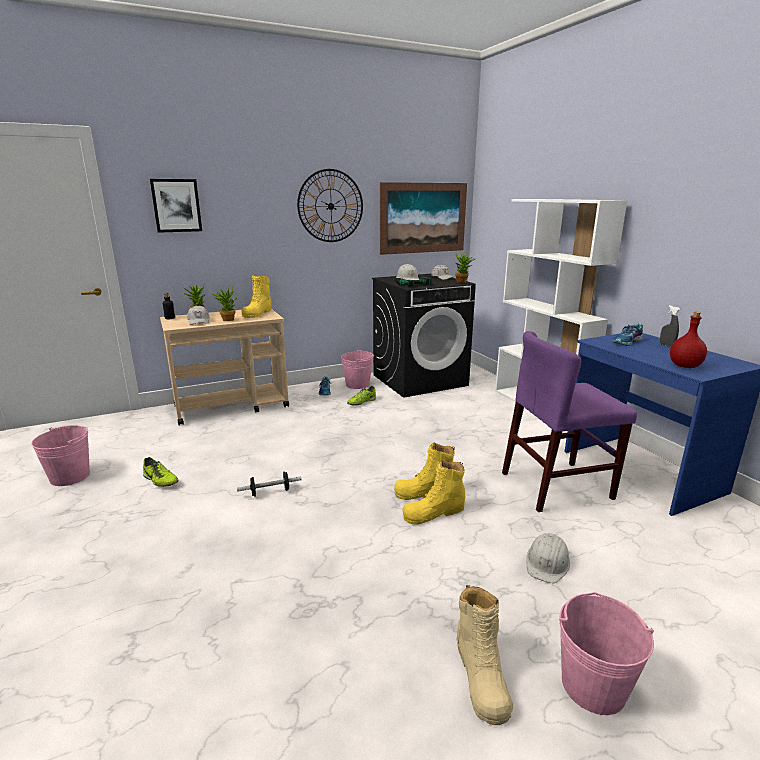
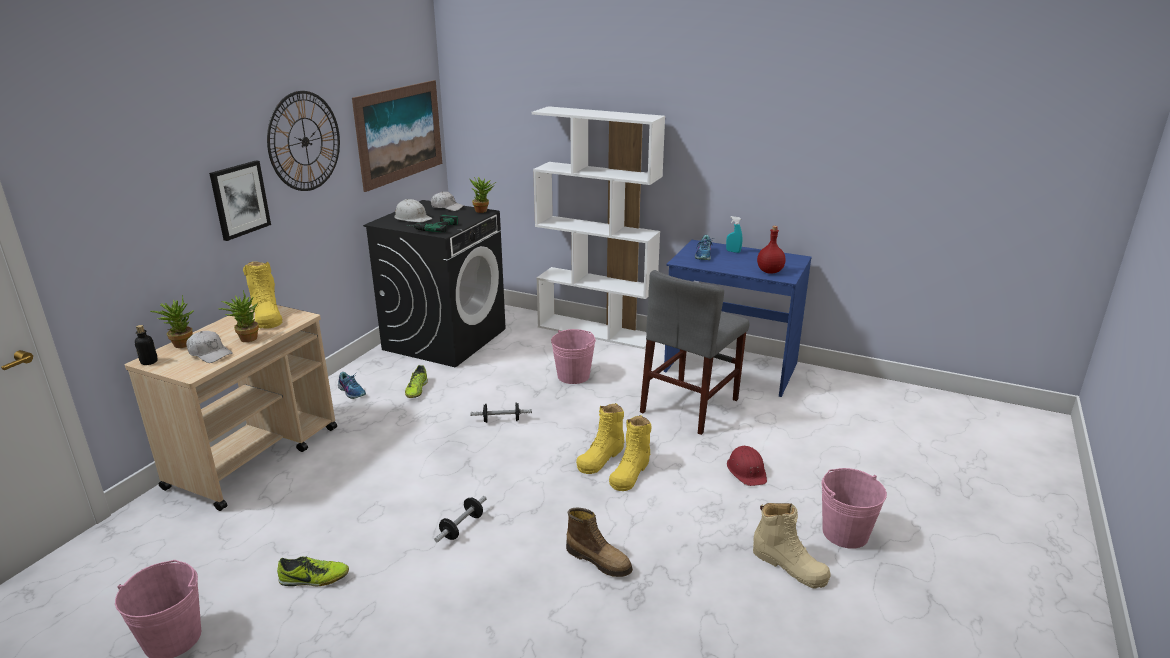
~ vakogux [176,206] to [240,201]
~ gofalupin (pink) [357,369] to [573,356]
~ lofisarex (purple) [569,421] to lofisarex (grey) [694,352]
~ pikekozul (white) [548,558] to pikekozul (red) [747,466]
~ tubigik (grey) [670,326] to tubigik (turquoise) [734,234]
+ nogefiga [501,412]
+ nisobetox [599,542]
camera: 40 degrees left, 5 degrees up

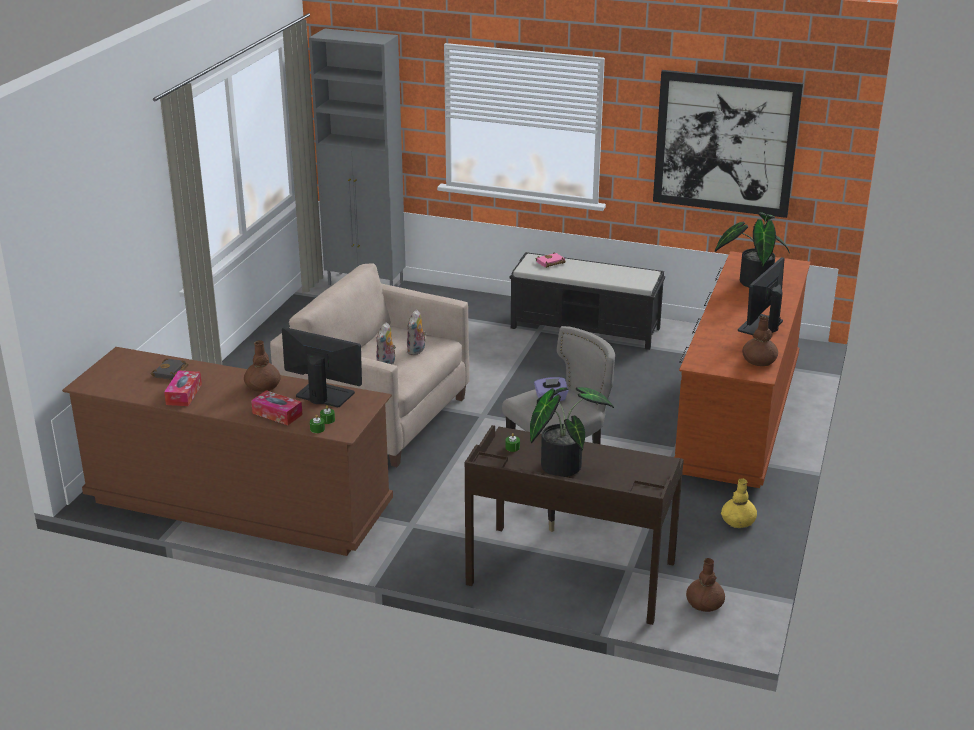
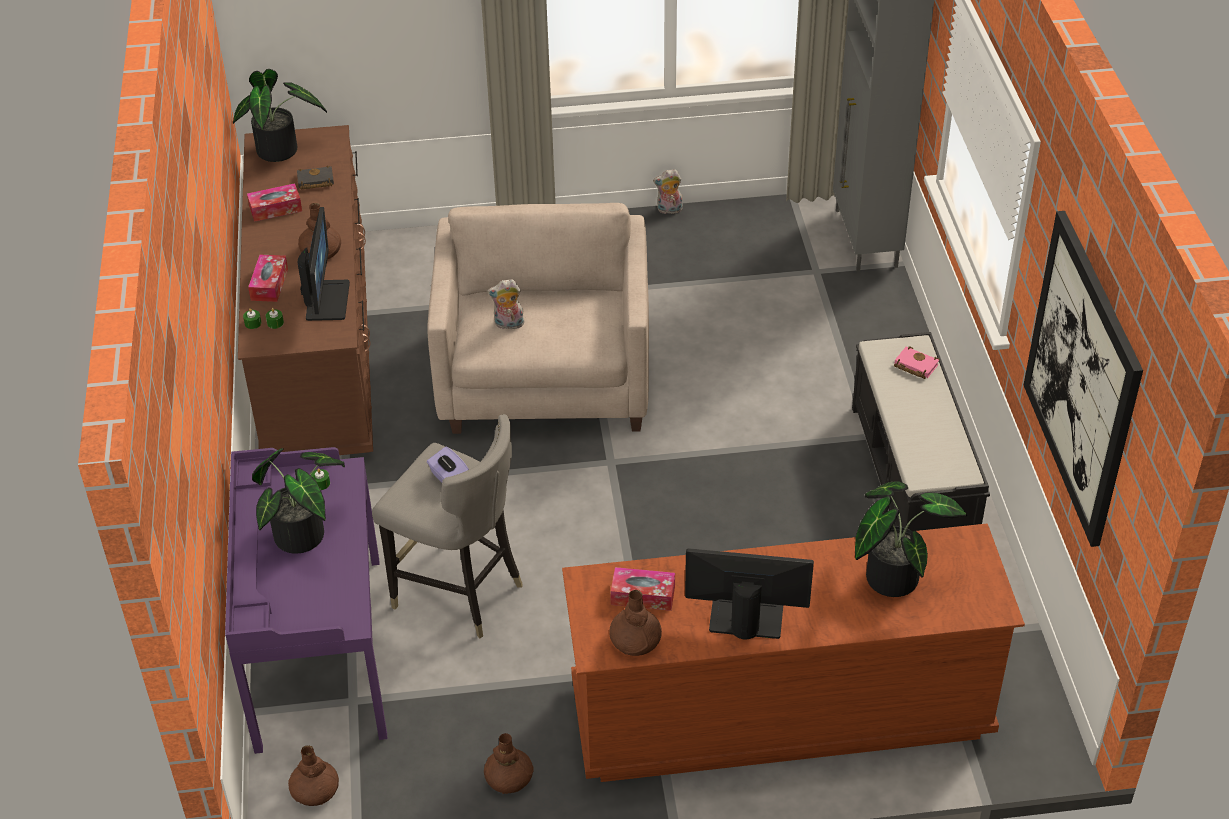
~ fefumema [416,332] to [668,191]
~ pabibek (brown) [574,525] to pabibek (purple) [306,600]
~ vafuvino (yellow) [739,503] to vafuvino (brown) [509,763]
+ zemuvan [280,115]
+ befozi [643,589]
camera: 65 degrees right, 15 degrees up

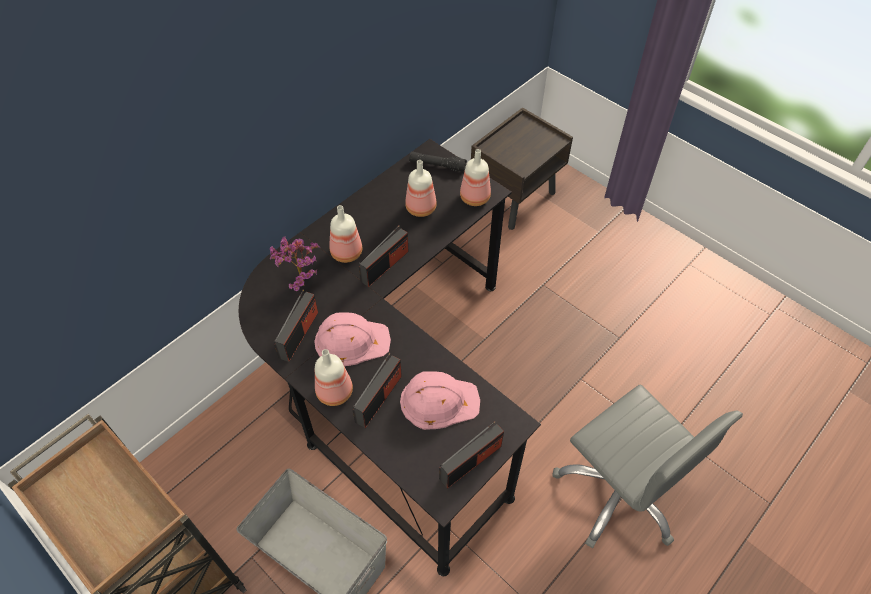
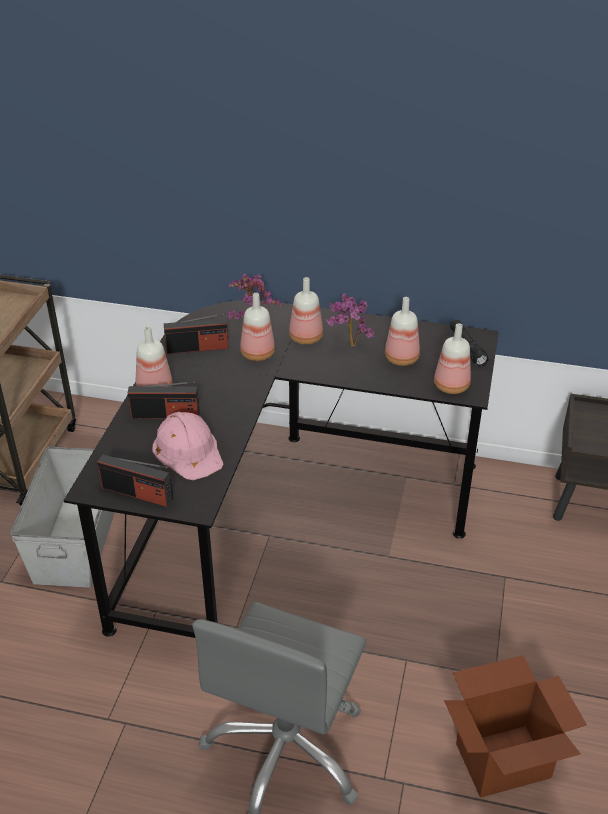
- pikekozul (pink) [352,339]
- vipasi [384,256]
+ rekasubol [257,327]
+ zemuvan [350,320]
+ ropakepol [515,726]
camera: 60 degrees right, 15 degrees down

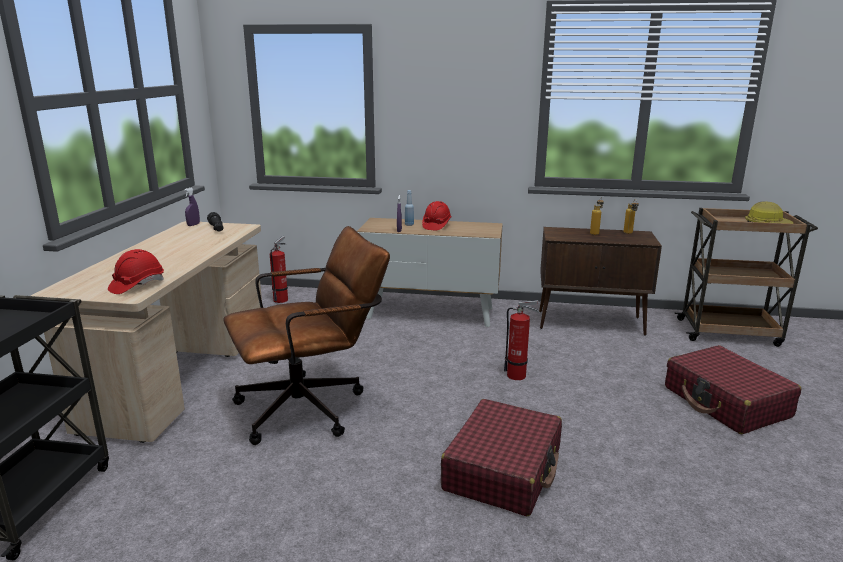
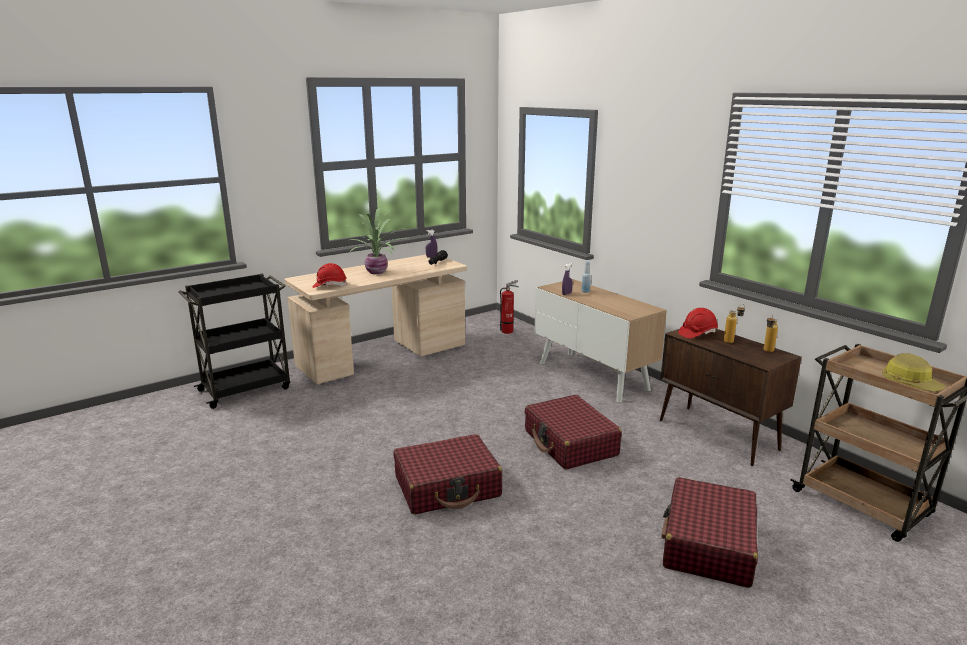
- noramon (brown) [306,335]
~ pikekozul (red) [437,215] to [698,323]
~ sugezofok [522,340] to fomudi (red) [573,432]
+ zemuvan [376,241]
camera: 45 degrees right, 0 degrees up

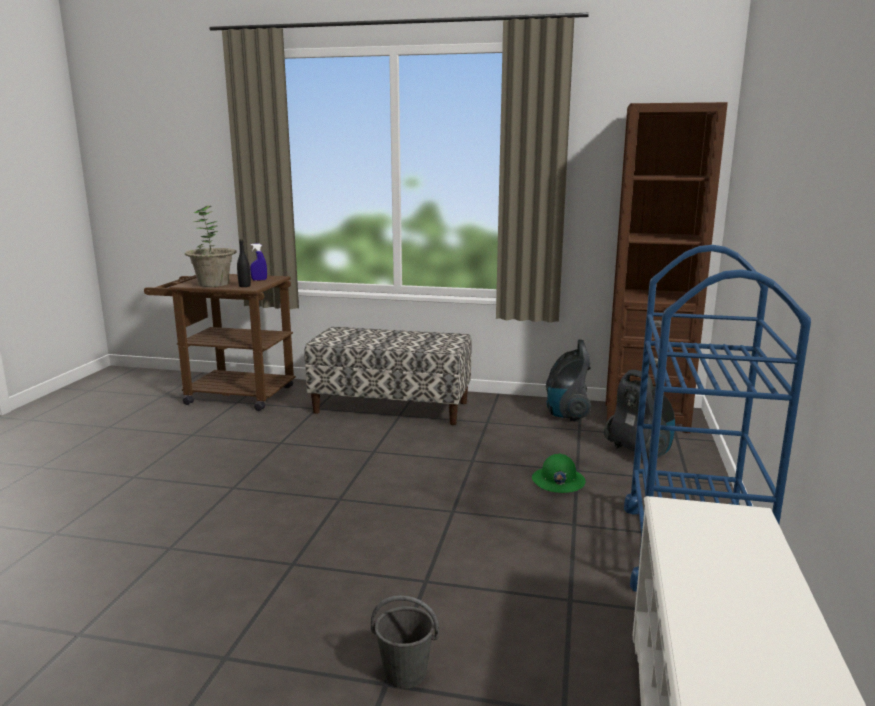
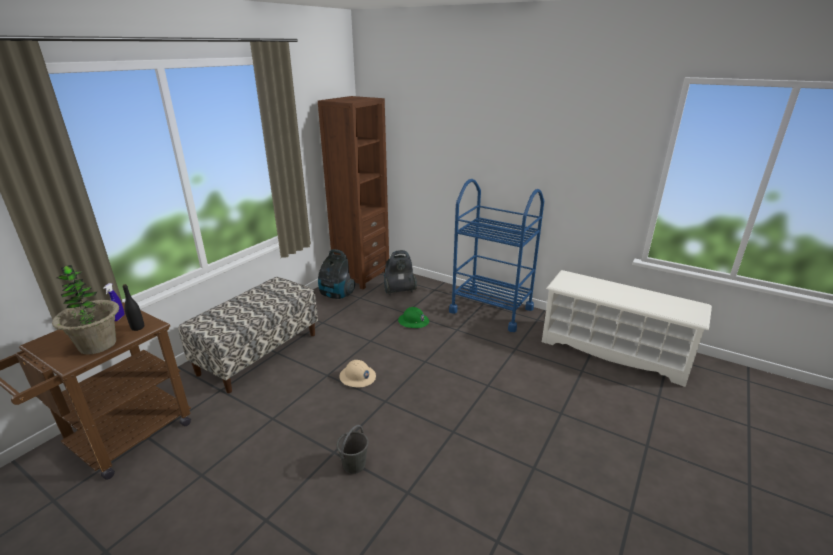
~ gofalupin (grey) [405,642] to [352,449]
+ pikekozul (beige) [358,373]
camera: 70 degrees left, 10 degrees up

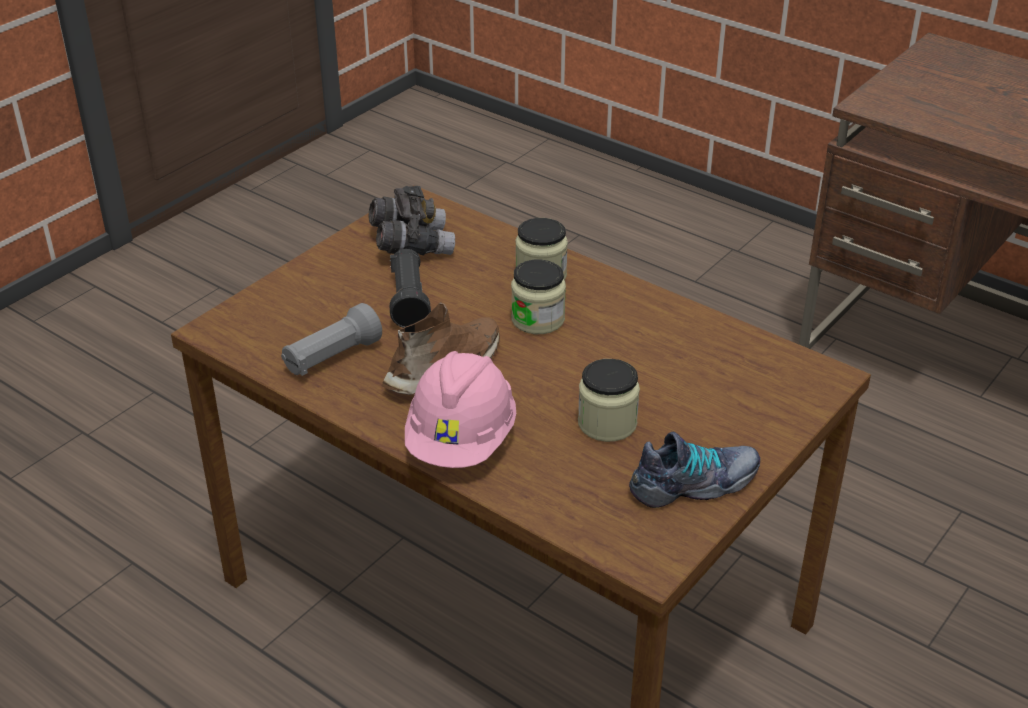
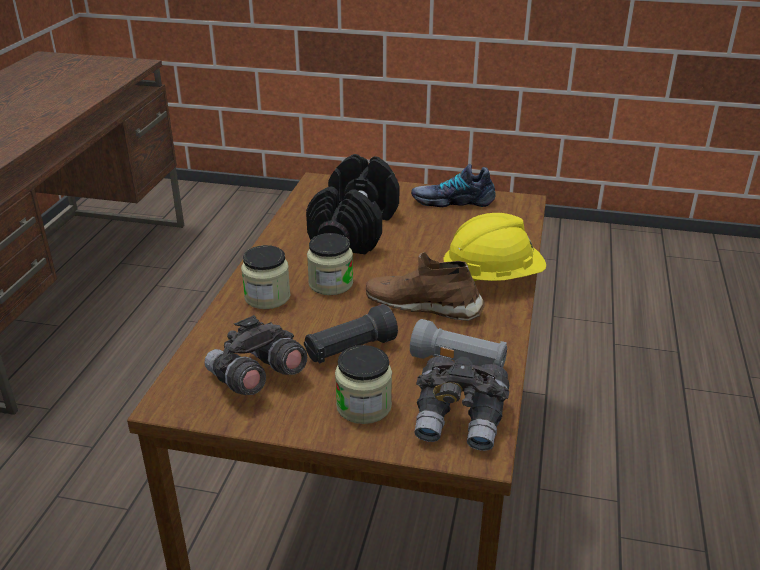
~ pikekozul (pink) [460,409] to pikekozul (yellow) [494,247]
~ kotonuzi [609,400] to [363,384]
~ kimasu [694,470] = [453,185] 45 degrees counterclockwise
+ nogefiga (black) [353,204]
+ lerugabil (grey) [462,403]
camera: 115 degrees left, 5 degrees down

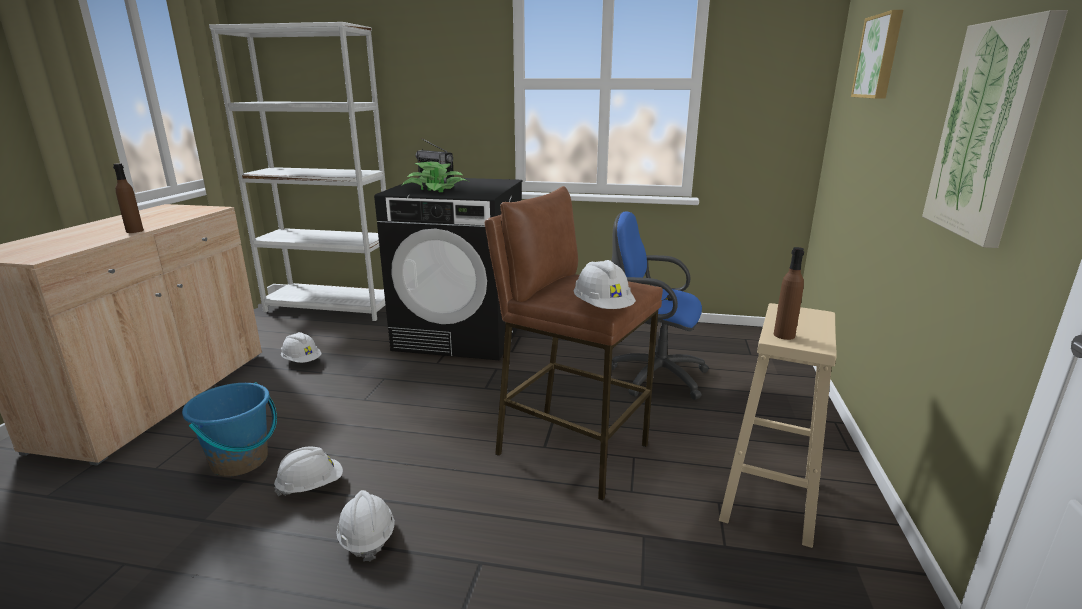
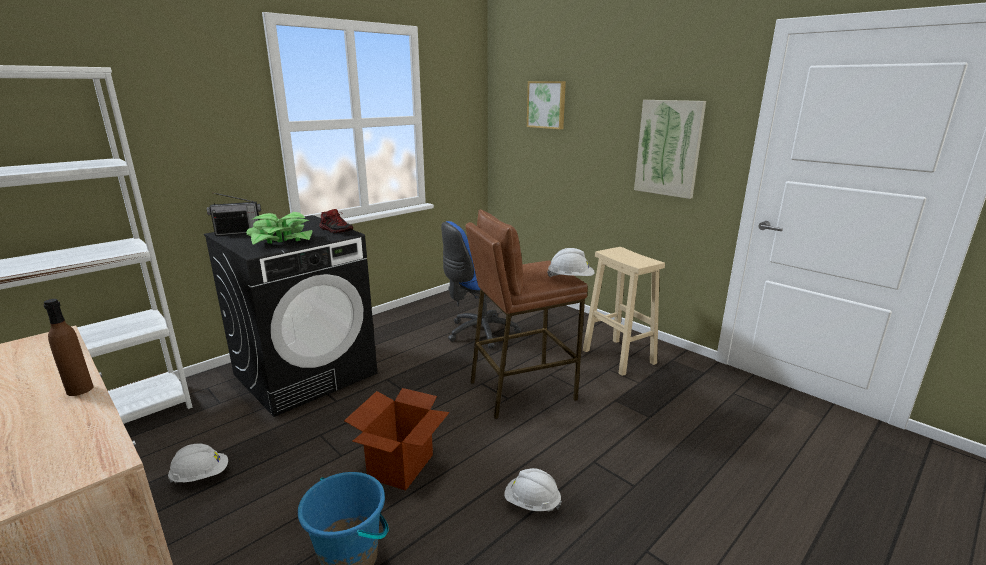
- pikekozul (white) [308,471]
- rekasubol (brown) [789,293]
+ kimasu [336,221]
+ ropakepol [396,439]
camera: 55 degrees left, 0 degrees up

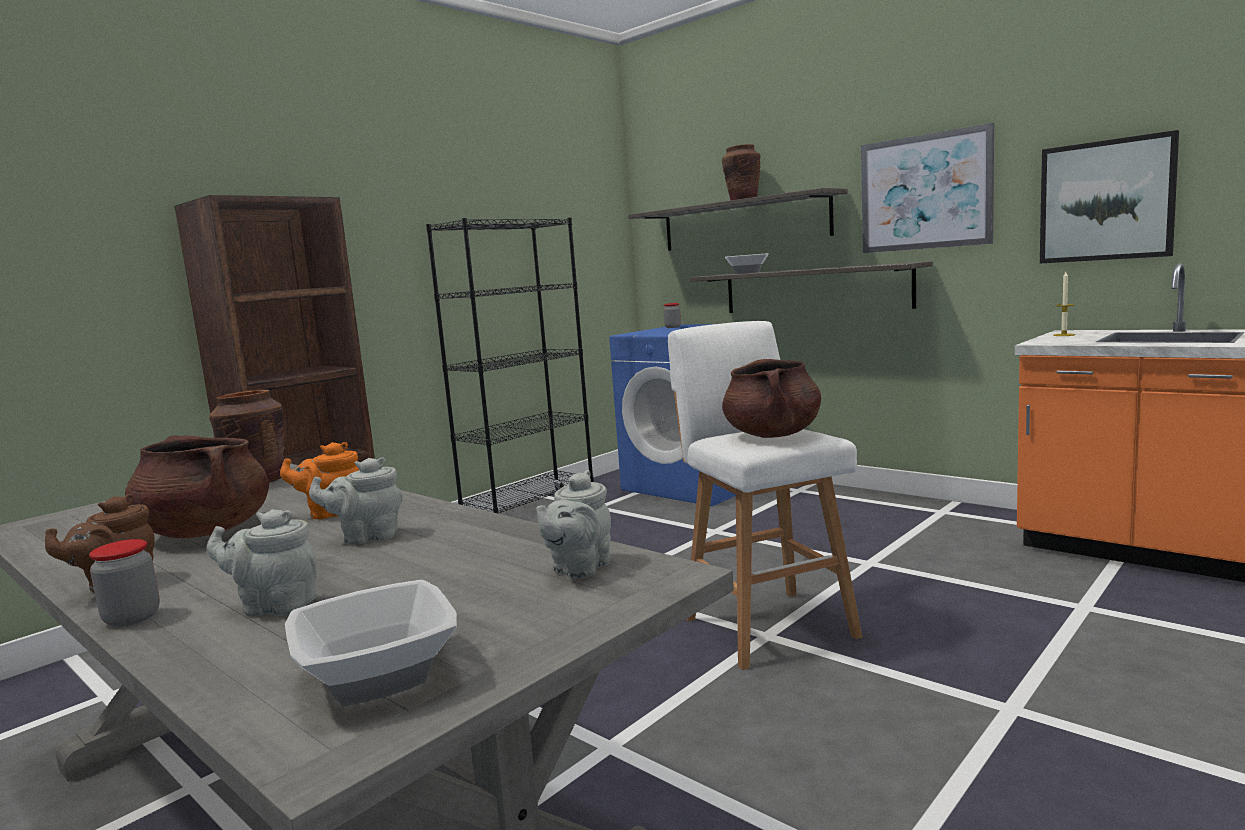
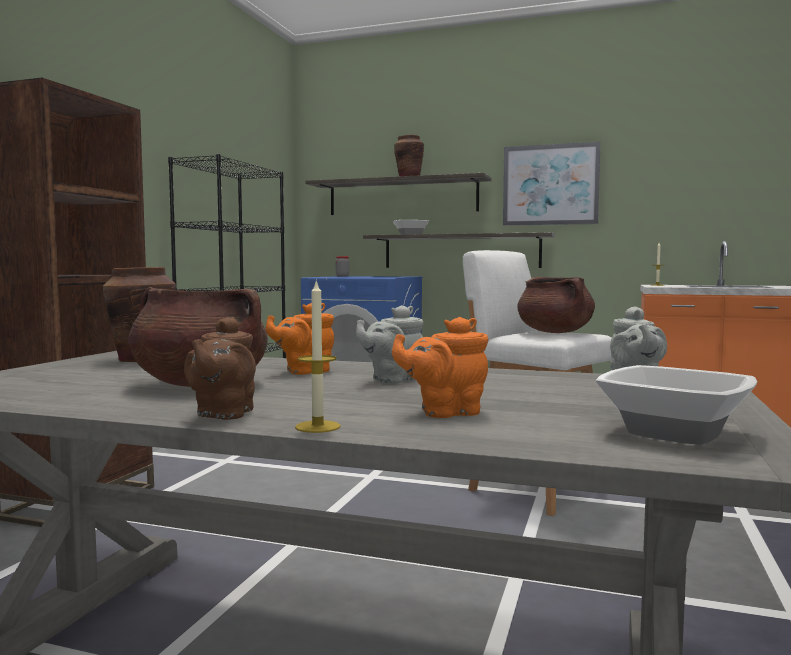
~ kotonuzi [124,583] to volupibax [318,356]
~ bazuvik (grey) [262,563] to bazuvik (orange) [440,367]
- vakogux [1109,196]
camera: 25 degrees left, 5 degrees down

